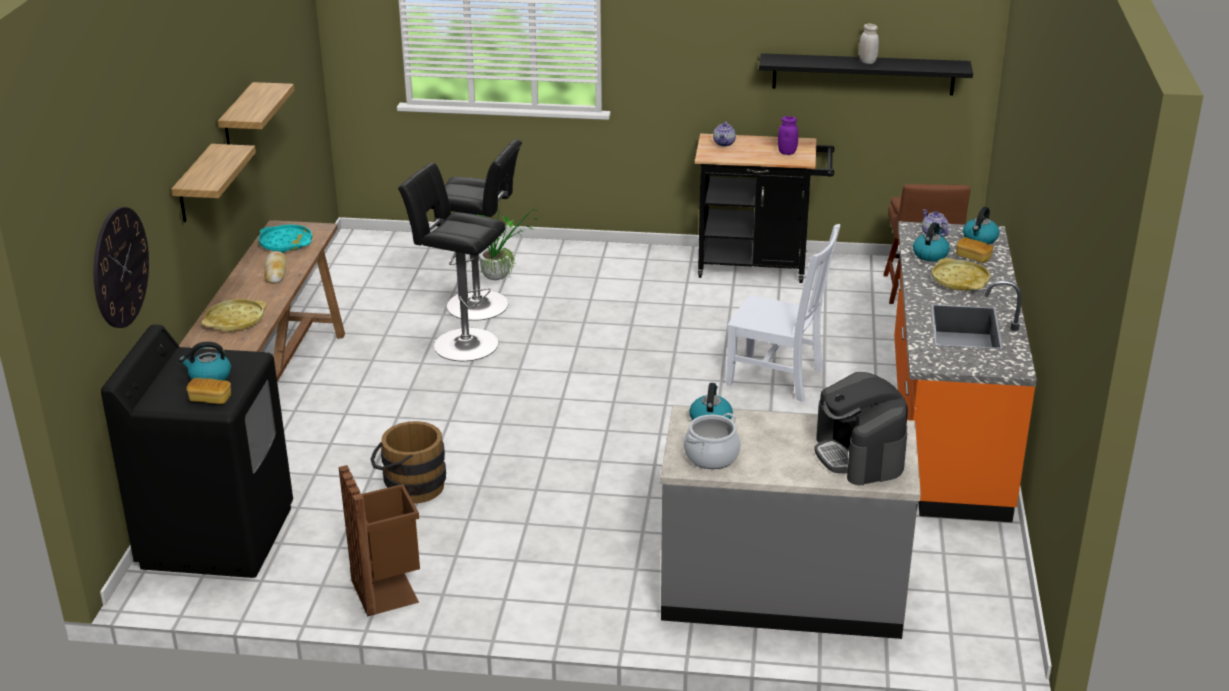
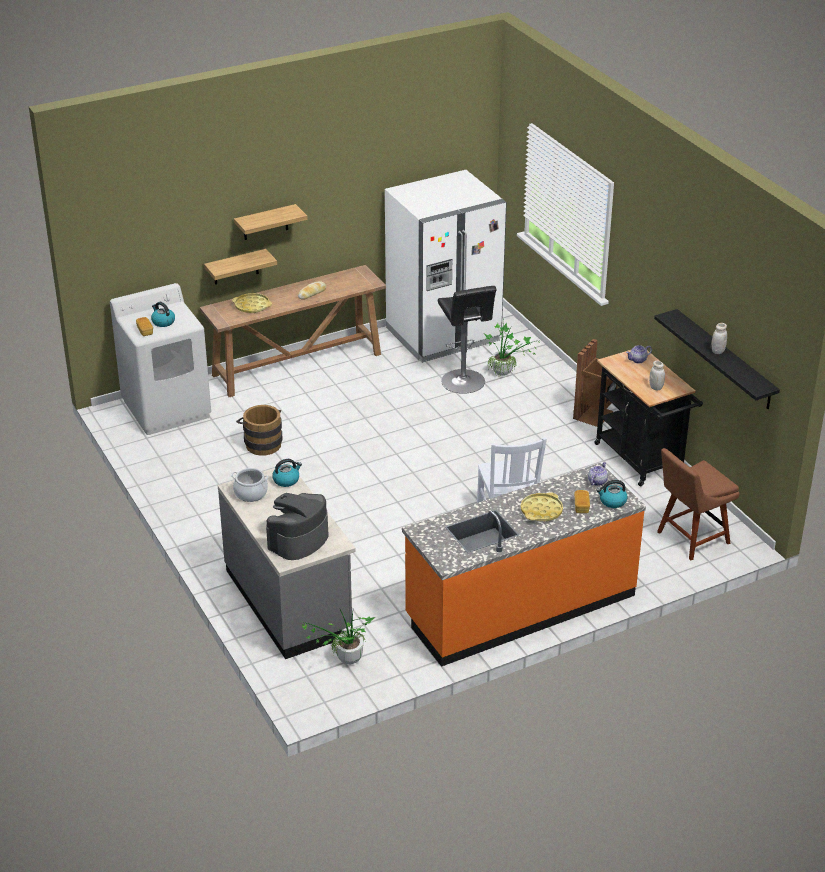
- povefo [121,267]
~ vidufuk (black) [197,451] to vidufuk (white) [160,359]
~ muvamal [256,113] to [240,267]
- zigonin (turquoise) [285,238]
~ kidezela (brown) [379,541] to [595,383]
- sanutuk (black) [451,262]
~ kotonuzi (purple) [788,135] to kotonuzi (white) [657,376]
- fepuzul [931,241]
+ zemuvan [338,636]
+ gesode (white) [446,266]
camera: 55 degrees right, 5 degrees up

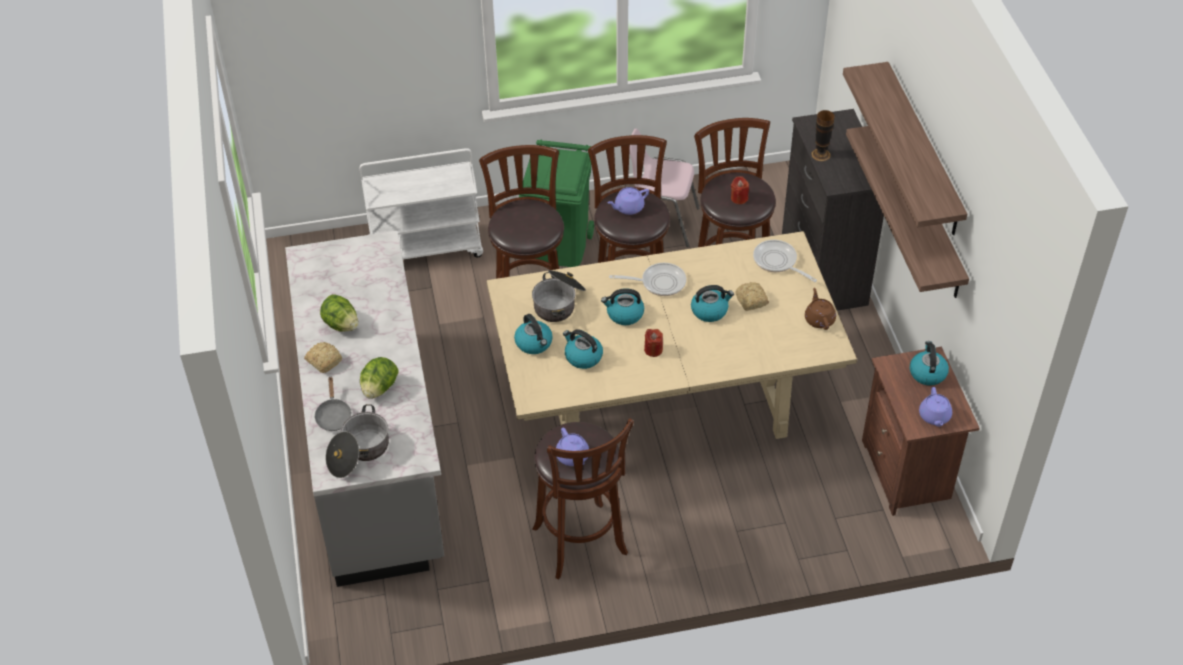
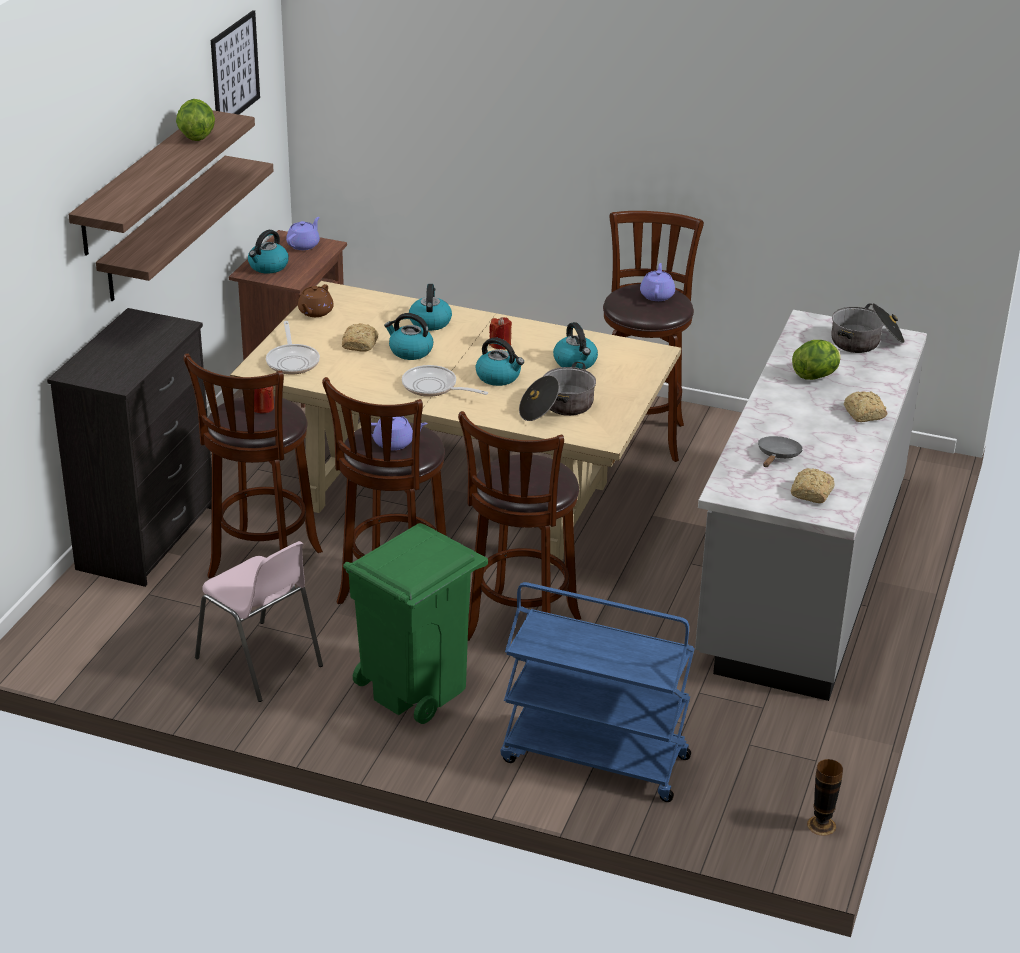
~ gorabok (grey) [333,403] to [780,451]
~ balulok [339,313] to [195,120]
~ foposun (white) [421,204] to foposun (blue) [597,692]
~ fepuzul [533,334] to [430,307]
~ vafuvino [823,135] to [825,797]
+ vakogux [235,62]
+ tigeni [813,485]
camera: 150 degrees left, 15 degrees down

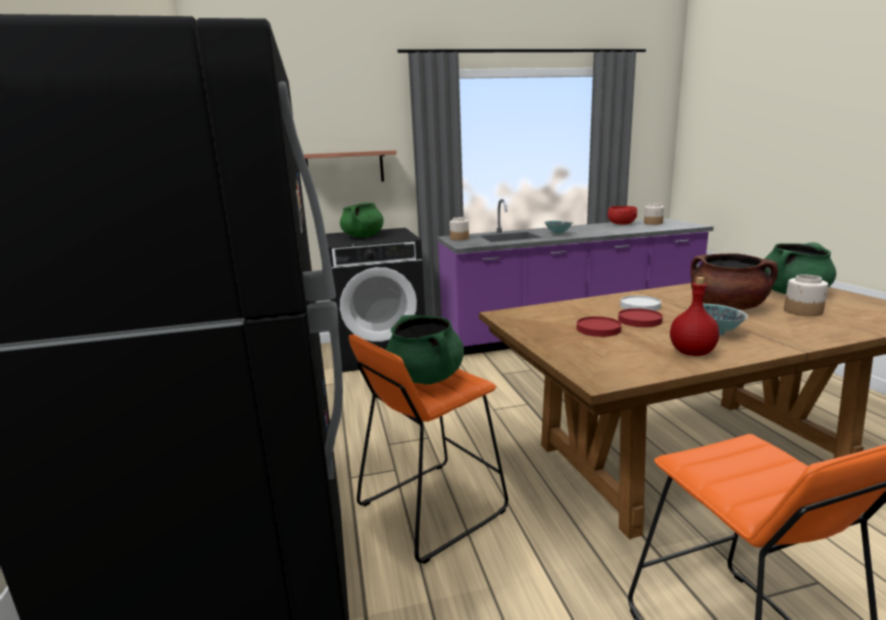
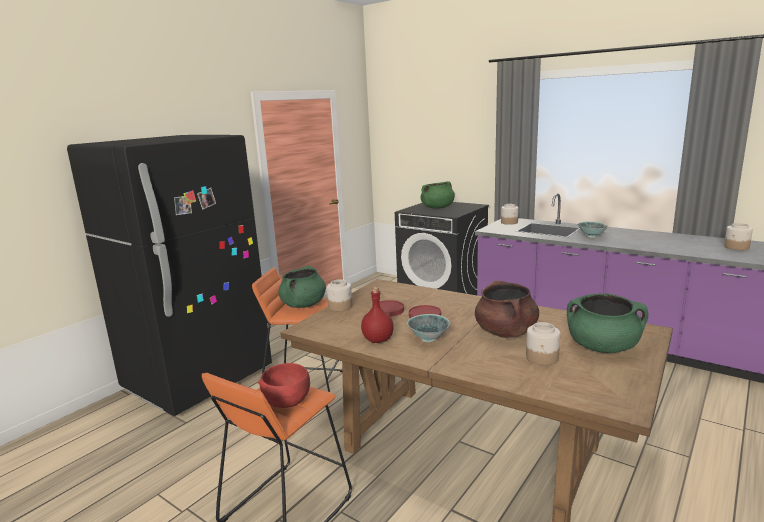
- muvamal [350,166]
~ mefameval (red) [622,215] to [284,385]
- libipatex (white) [640,303]
+ kotonuzi [339,295]
camera: 50 degrees right, 0 degrees up

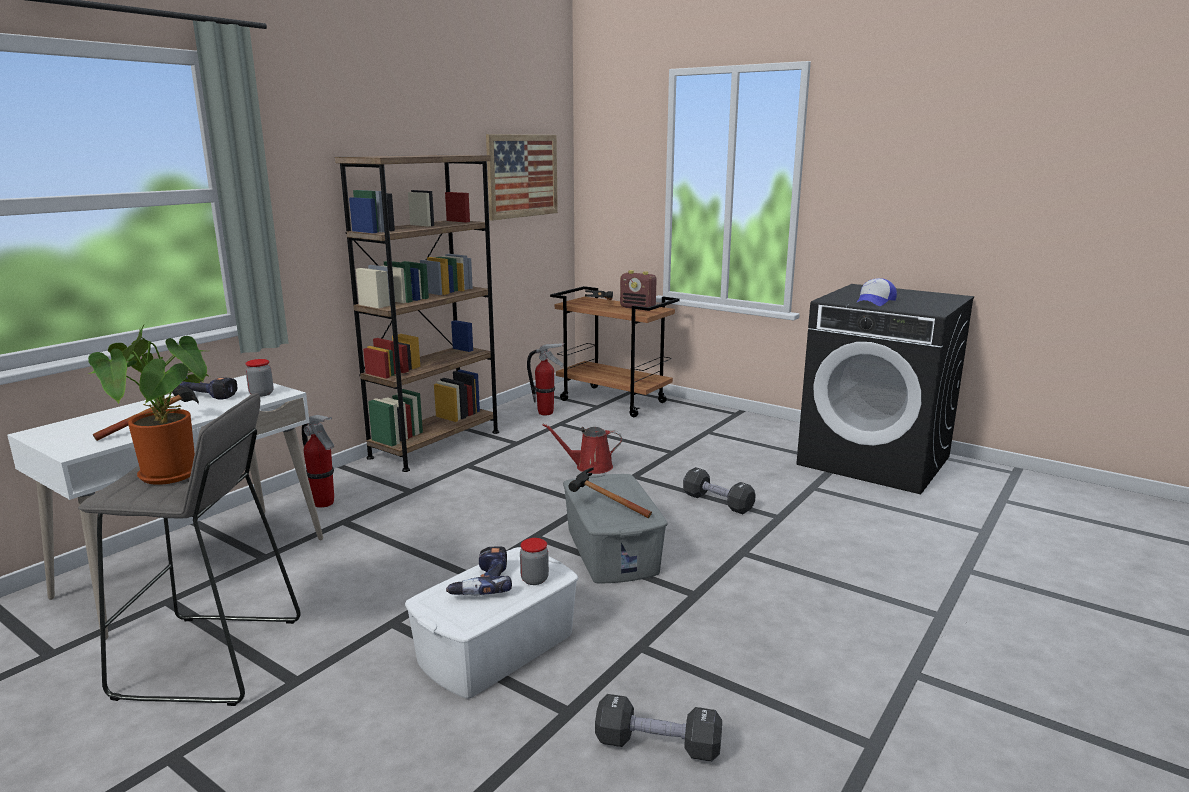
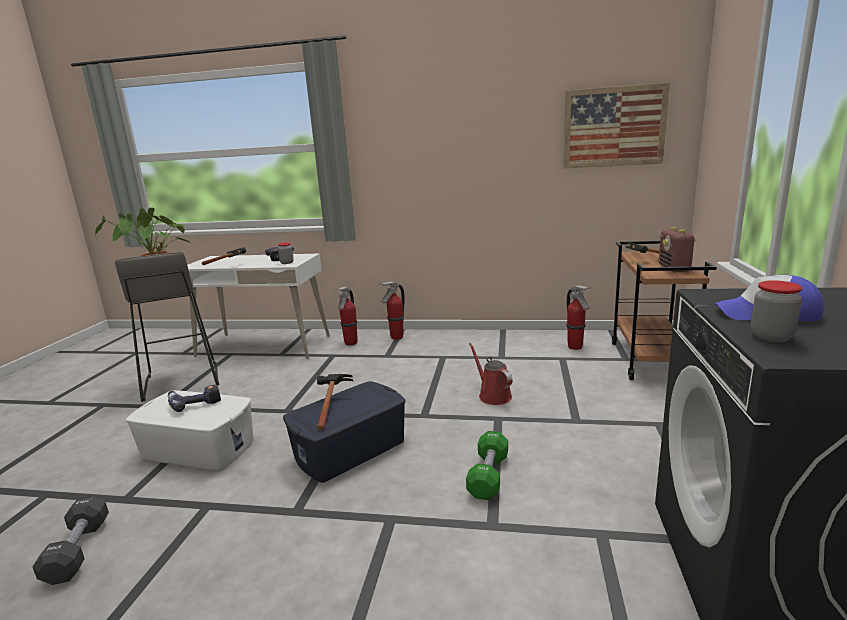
- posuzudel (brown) [417,313]
~ kotonuzi [534,561] to [776,311]
~ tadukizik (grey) [615,528] to tadukizik (blue) [344,432]
~ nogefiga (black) [719,490] to nogefiga (green) [487,465]
+ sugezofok [392,311]
camera: 65 degrees right, 0 degrees up

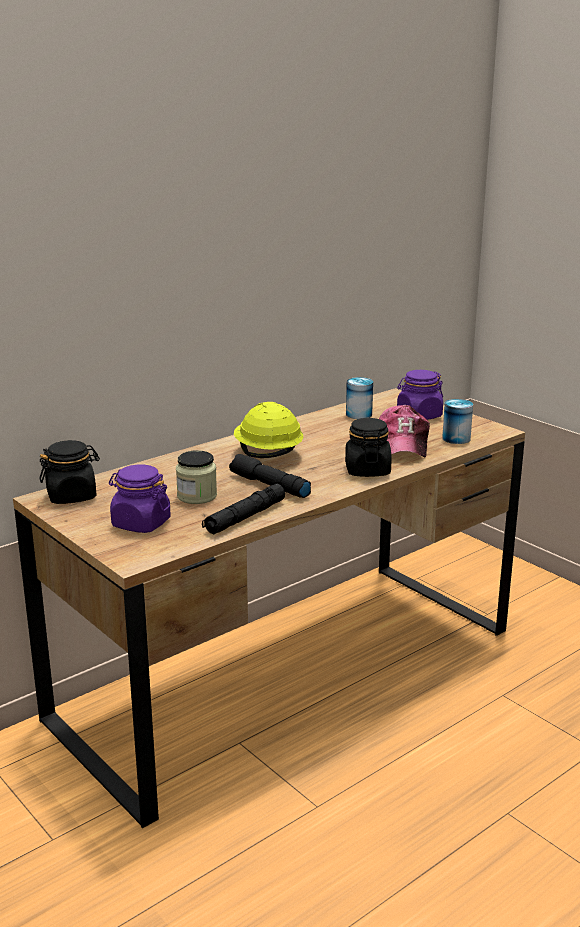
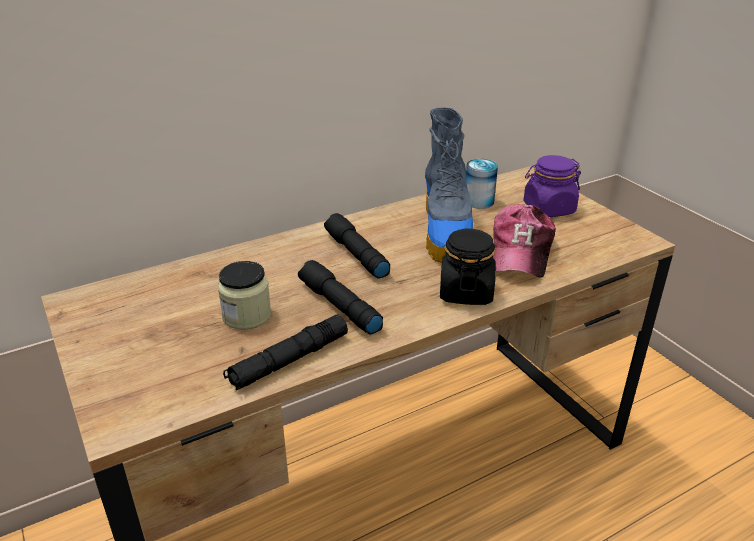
- kotonuzi (black) [70,472]
- kotonuzi (purple) [140,498]
~ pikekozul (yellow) [268,430] to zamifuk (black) [357,245]
- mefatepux [457,421]
+ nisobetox [449,185]
camera: 10 degrees right, 10 degrees up

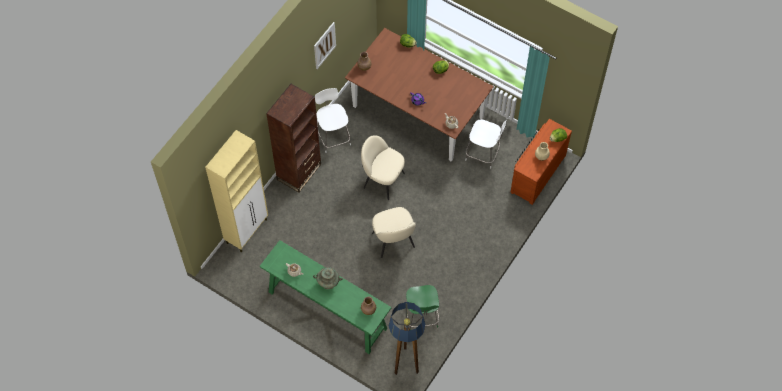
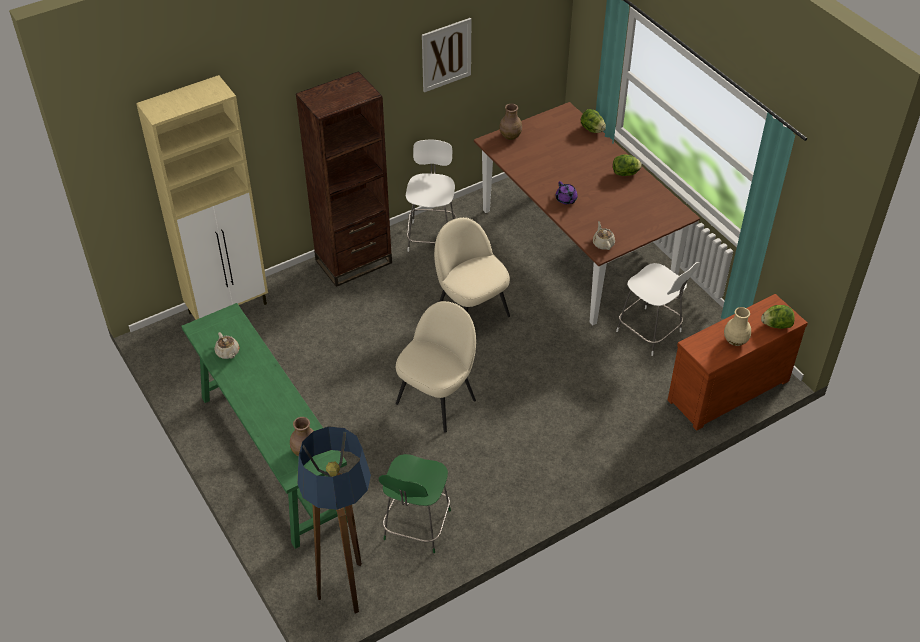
- vafuvino (turquoise) [328,278]
~ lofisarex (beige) [394,232] = [436,367] 150 degrees counterclockwise
camera: 25 degrees right, 15 degrees down

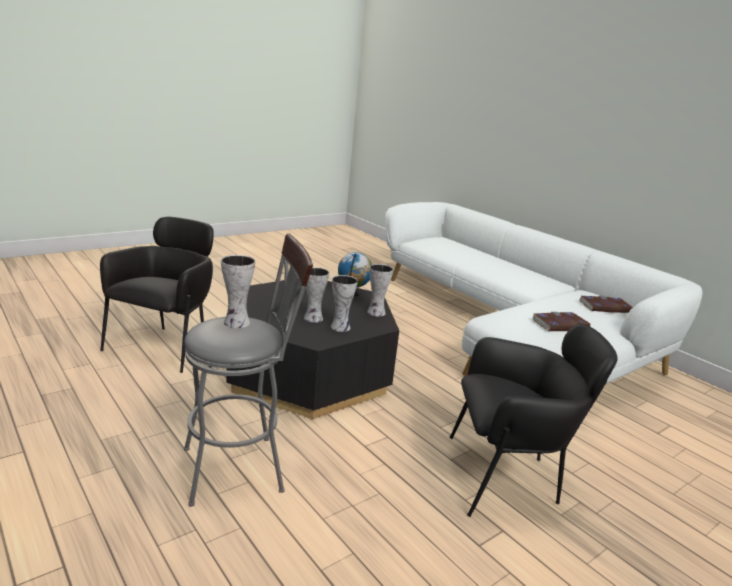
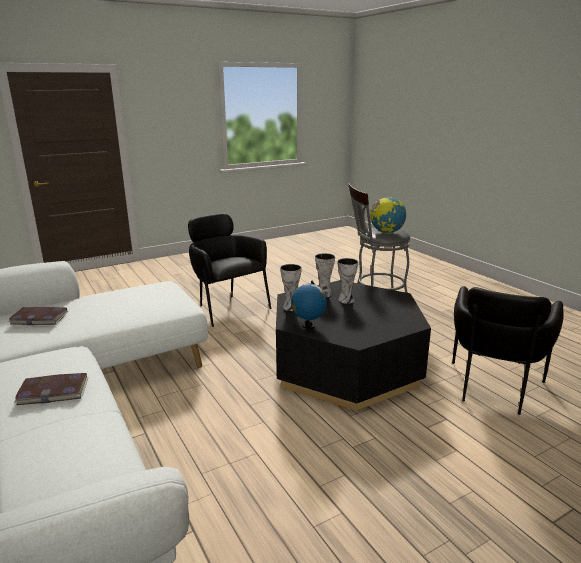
~ vafuvino [238,291] to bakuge [388,215]
~ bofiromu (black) [534,420] = [229,270] 45 degrees clockwise
~ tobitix [561,321] to [51,389]
camera: 170 degrees left, 0 degrees up

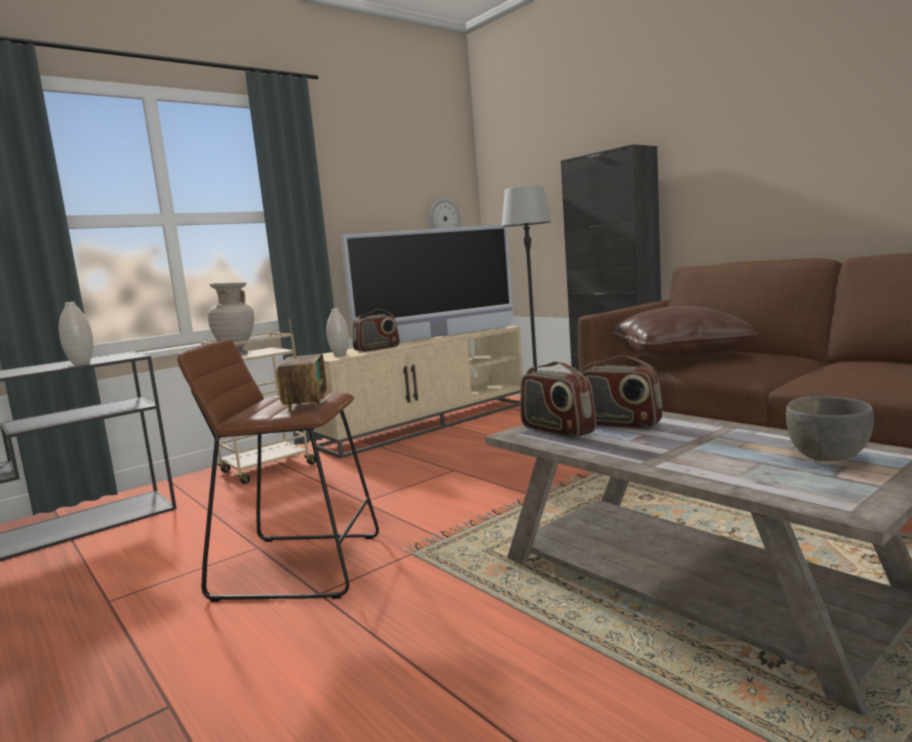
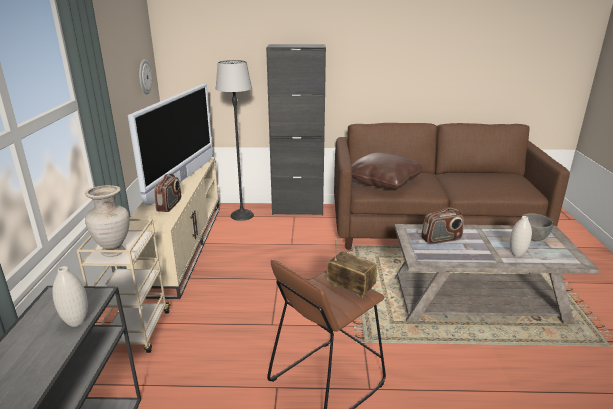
~ vafuvino (white) [338,332] to [521,236]
- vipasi [558,400]
camera: 50 degrees left, 15 degrees up

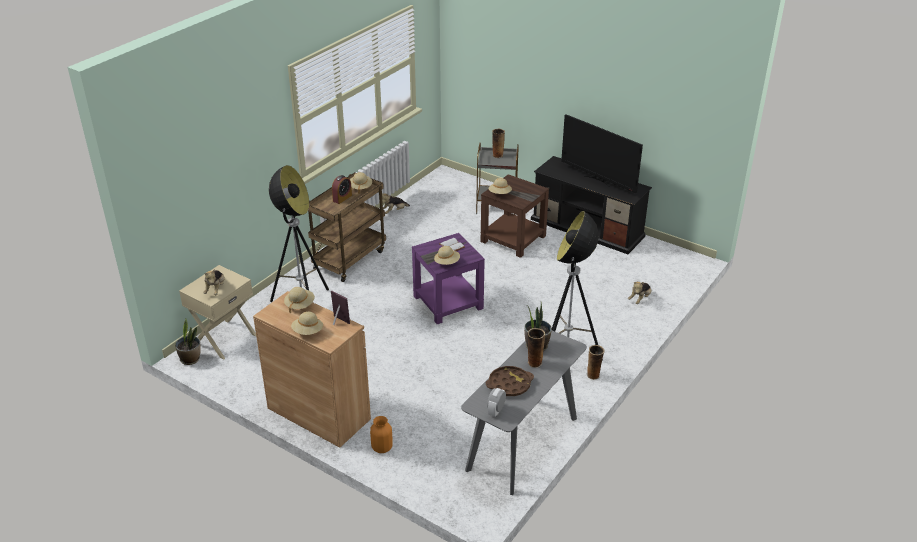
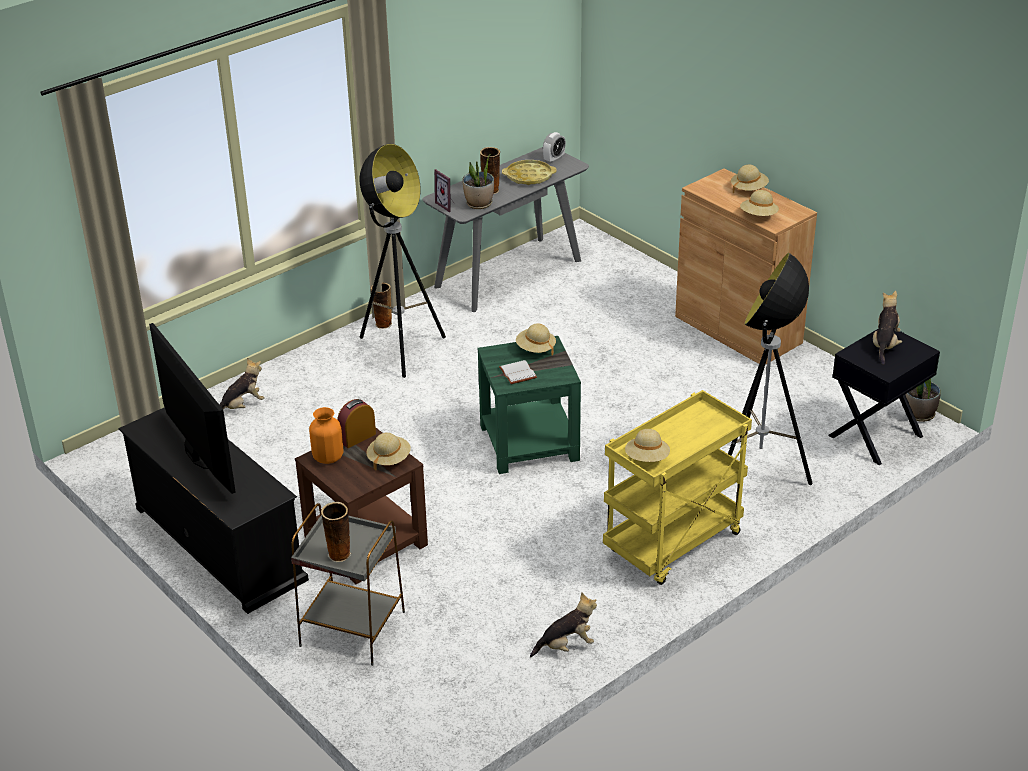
~ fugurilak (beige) [217,312] to fugurilak (black) [884,397]
~ foposun (brown) [347,227] to foposun (yellow) [677,487]
~ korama [340,308] to [444,190]
~ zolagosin [342,189] to [356,423]
~ vafuvino (orange) [381,434] to [326,435]
~ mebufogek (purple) [448,278] to mebufogek (green) [529,405]
~ zigonin (brown) [510,381] to zigonin (yellow) [529,172]
camera: 165 degrees left, 0 degrees up

